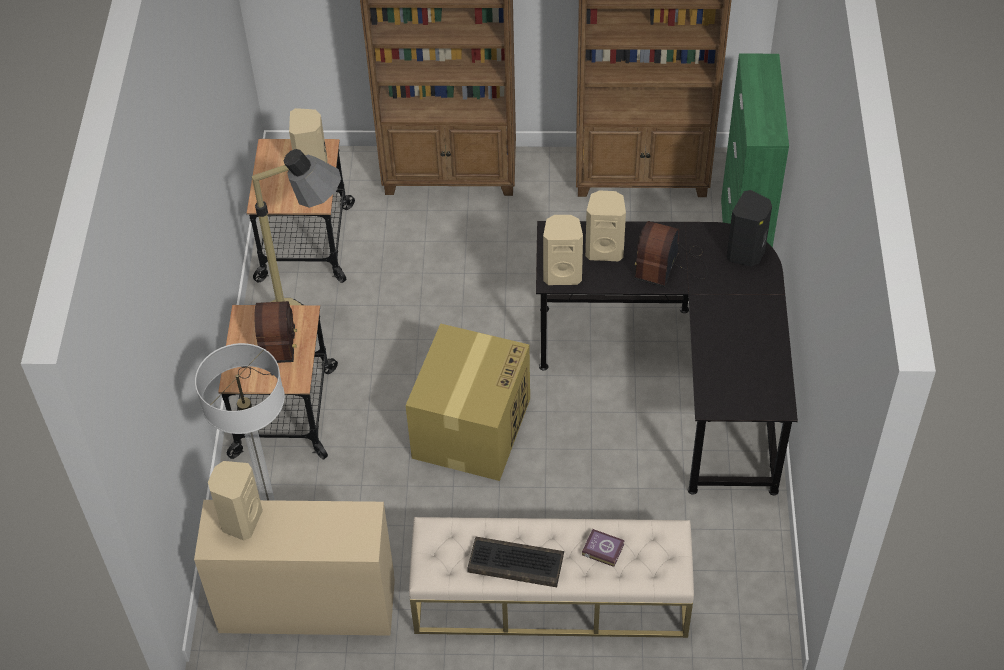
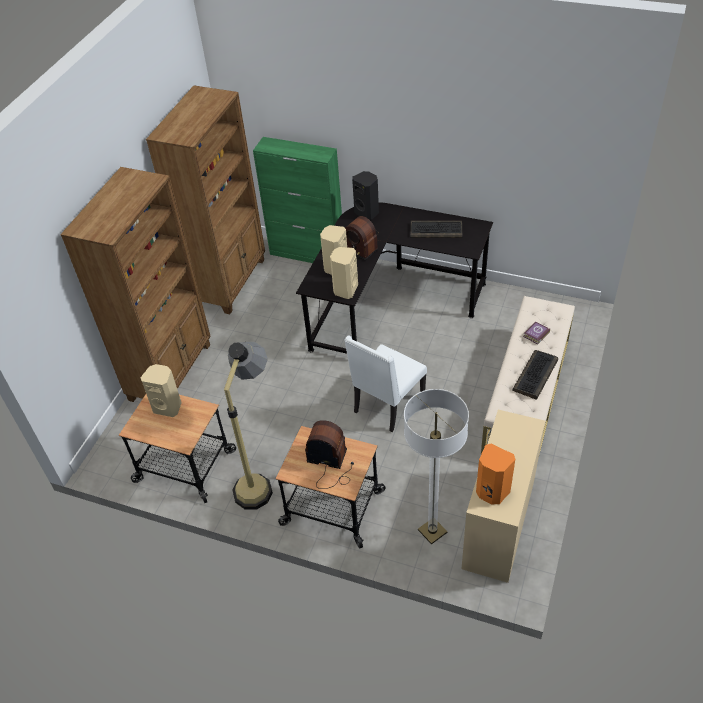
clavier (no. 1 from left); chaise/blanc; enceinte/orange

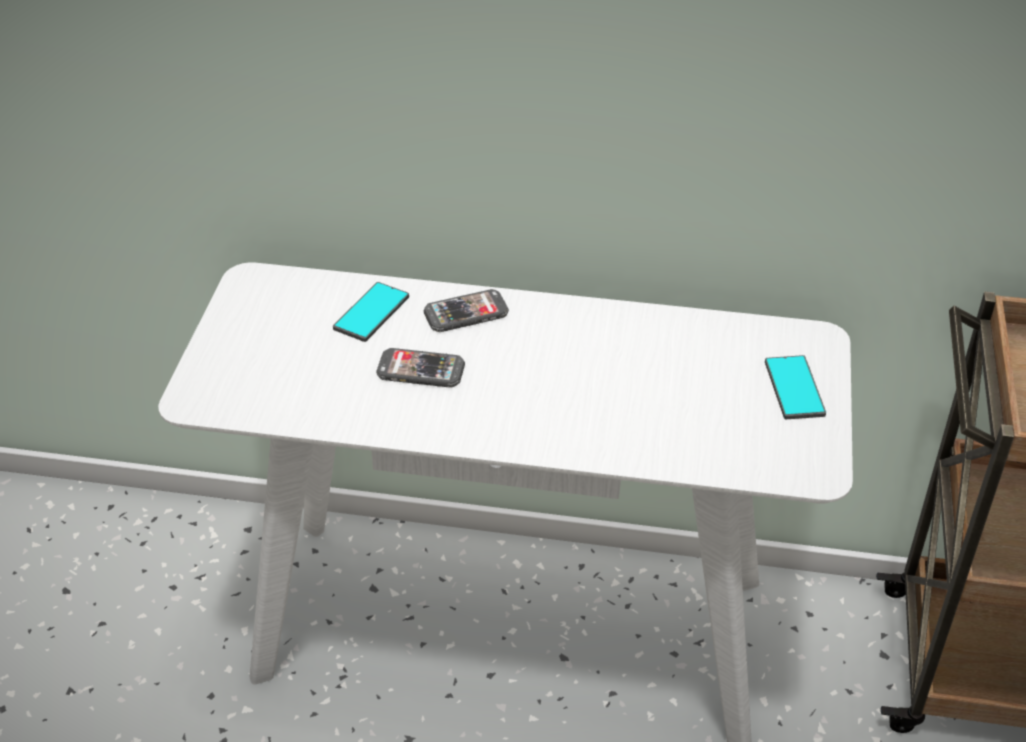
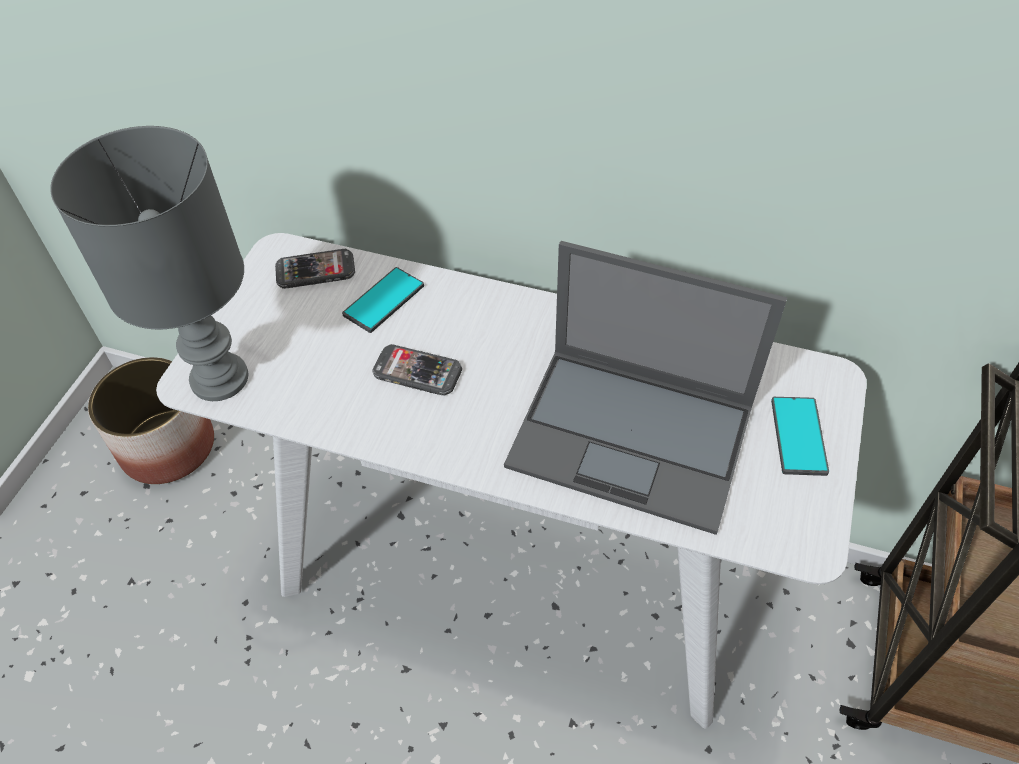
lampe de table/gris; cache-pot; ordinateur portable; téléphone (no. 1 from left)

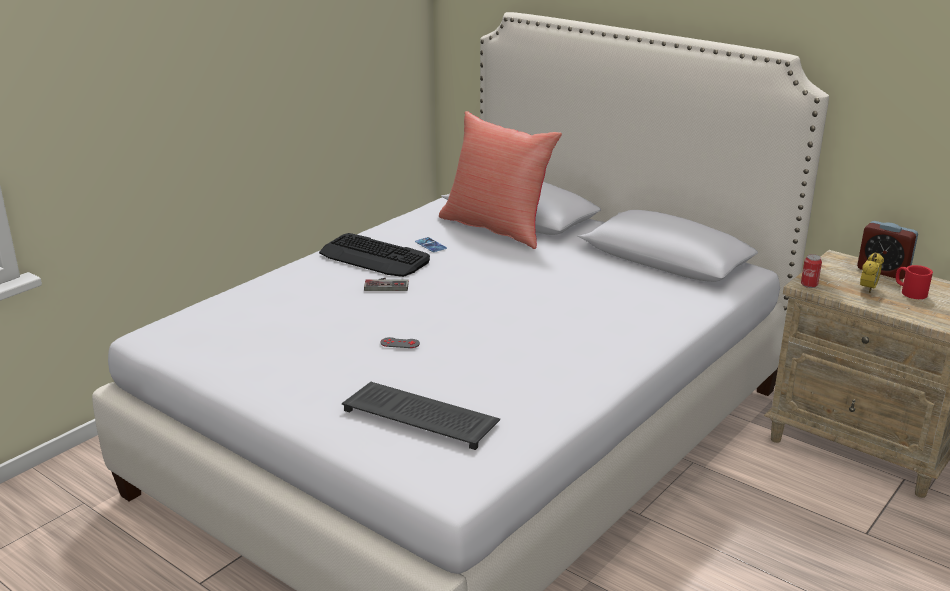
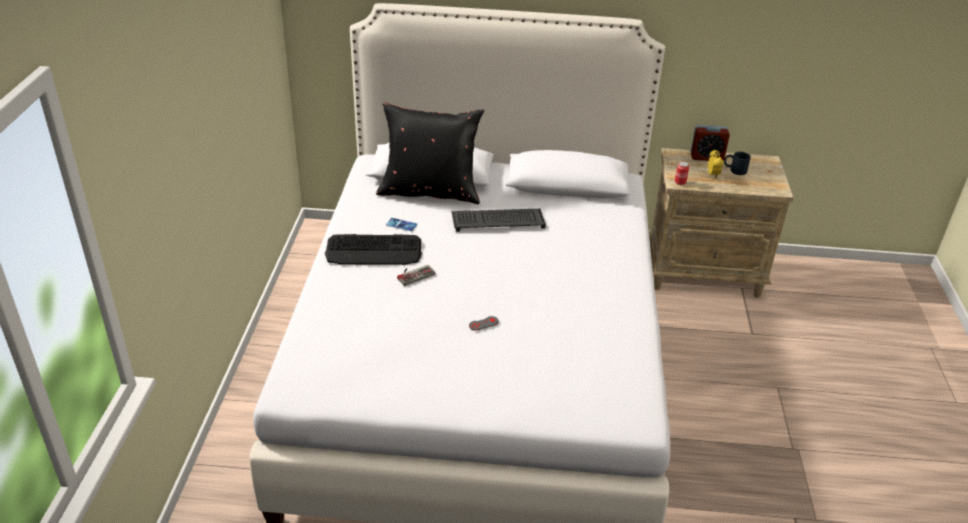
clavier (no. 2 from left); coussin/noir; mug/noir

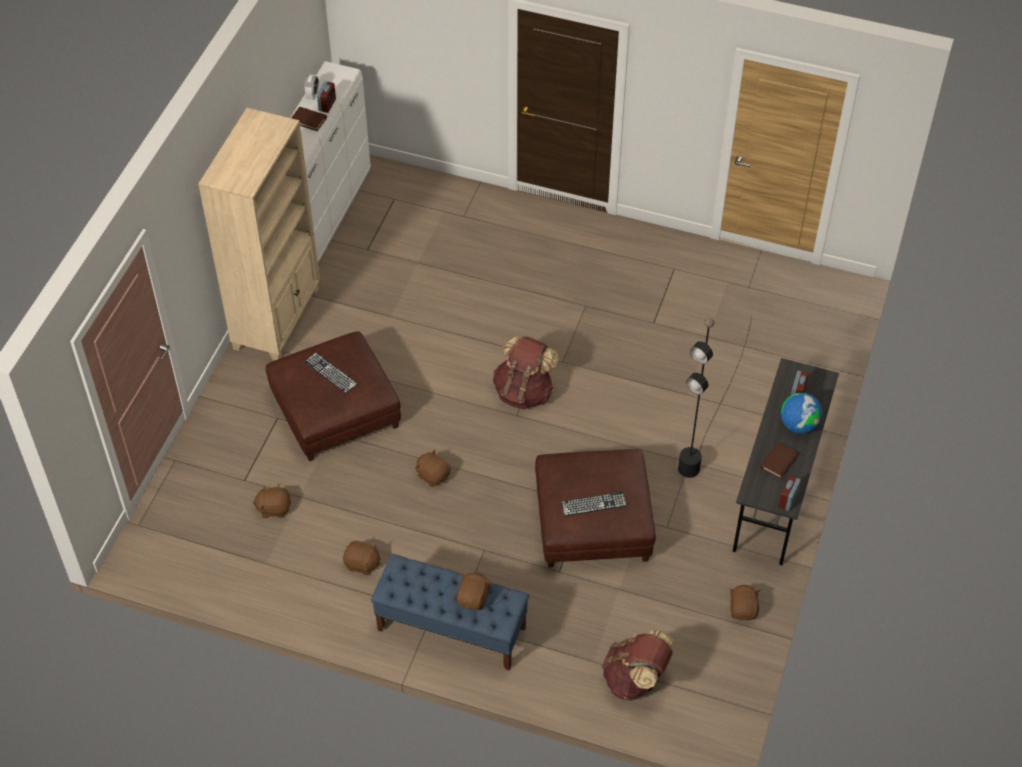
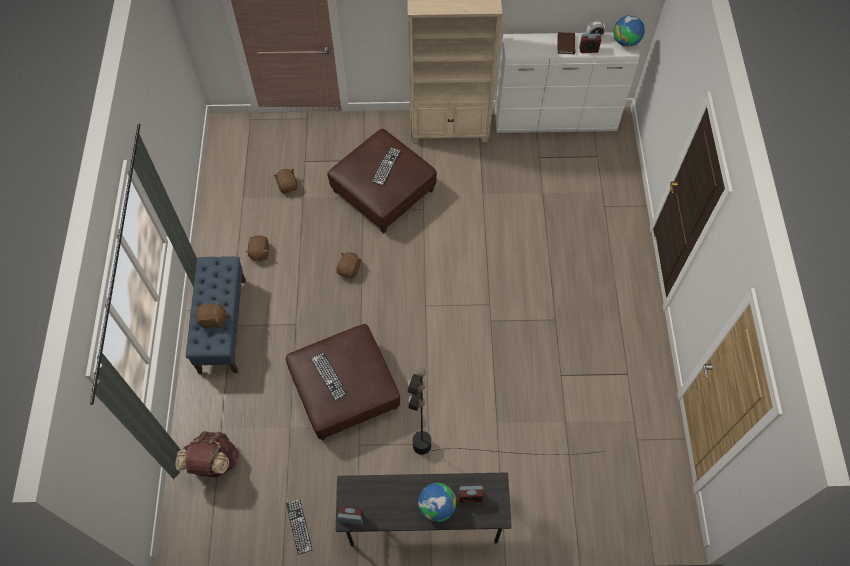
sac à dos/marron (no. 1 from left in the first image); livre/marron (no. 2 from left in the first image); globe (no. 2 from left); clavier (no. 1 from left)

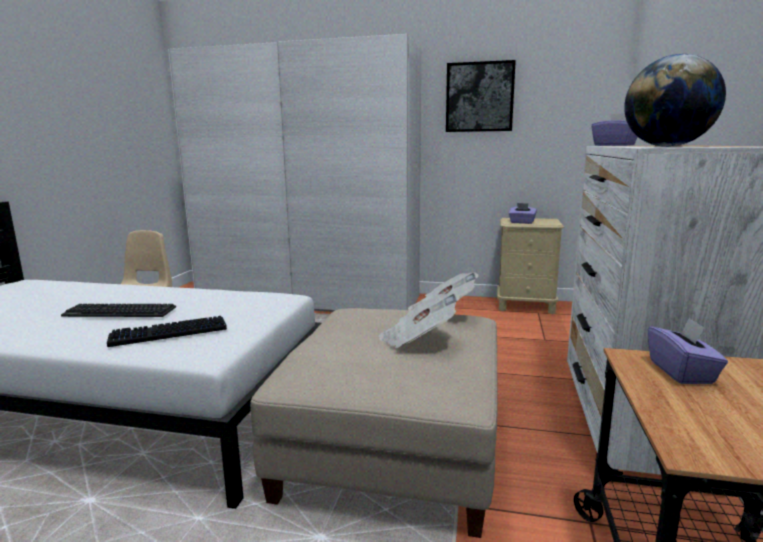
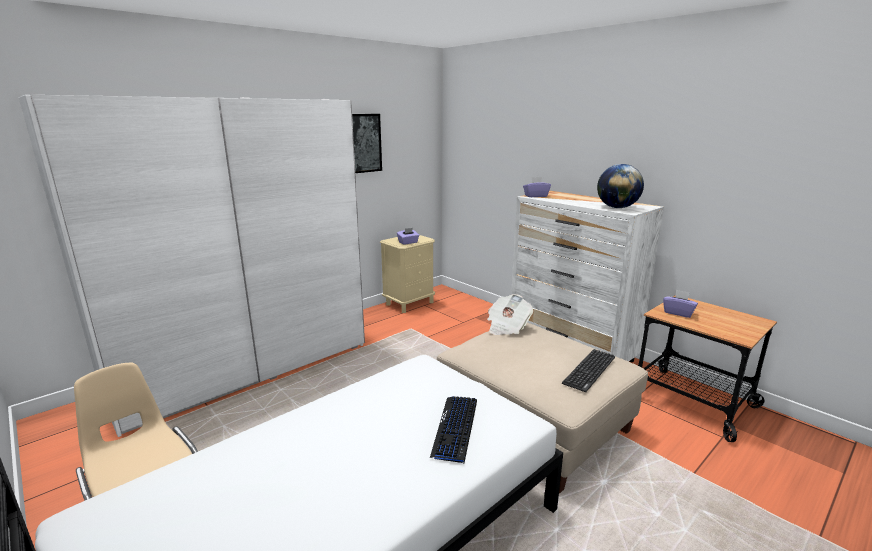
journal (no. 1 from left in the first image); clavier (no. 2 from left)

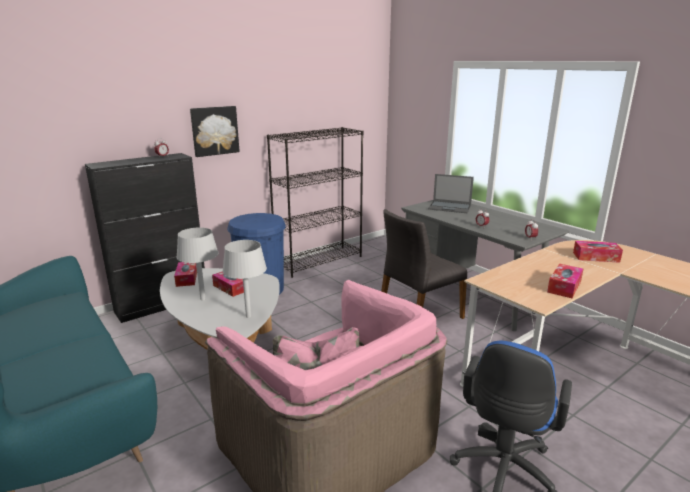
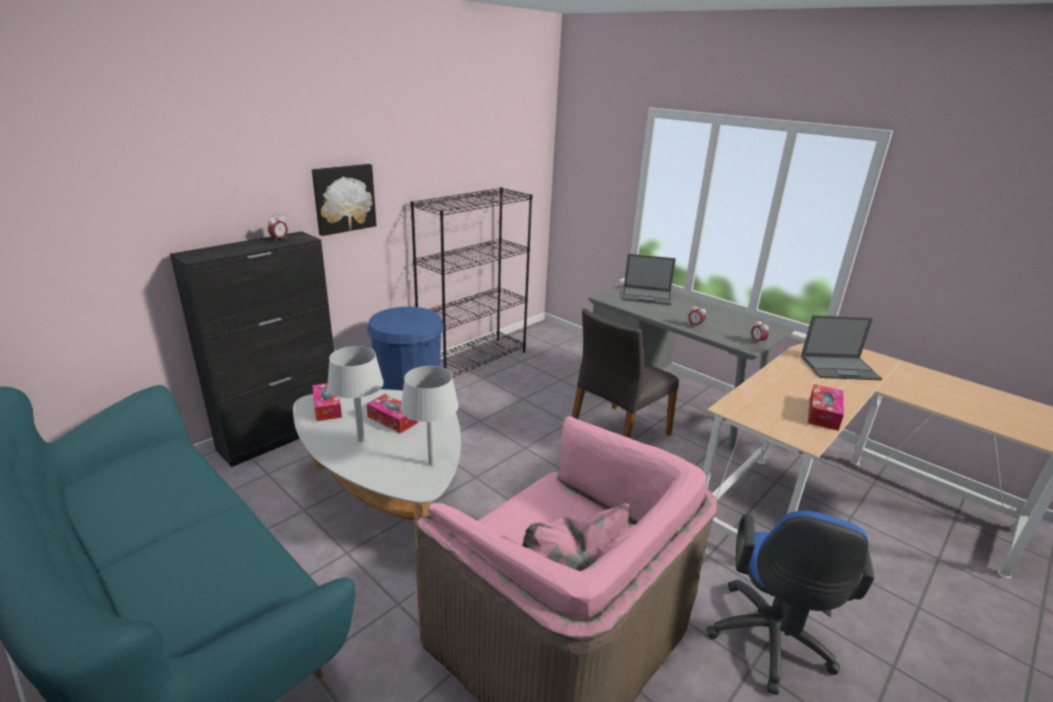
ordinateur portable (no. 2 from left)

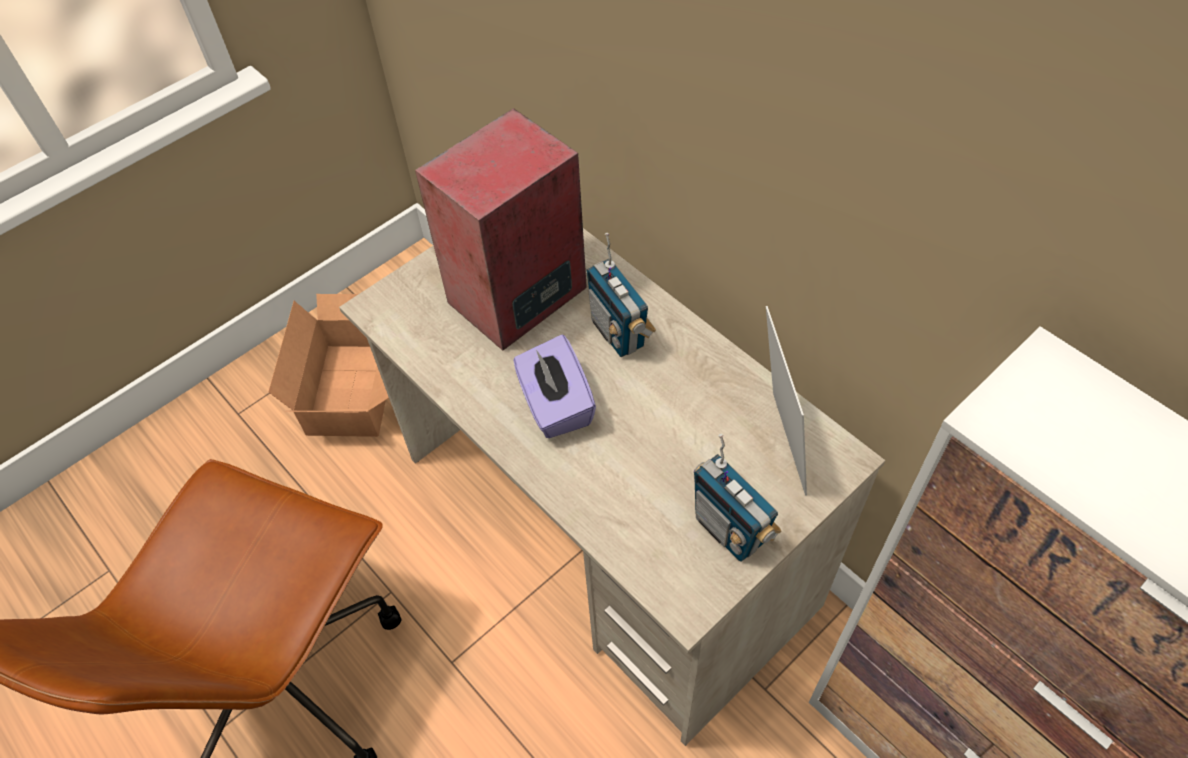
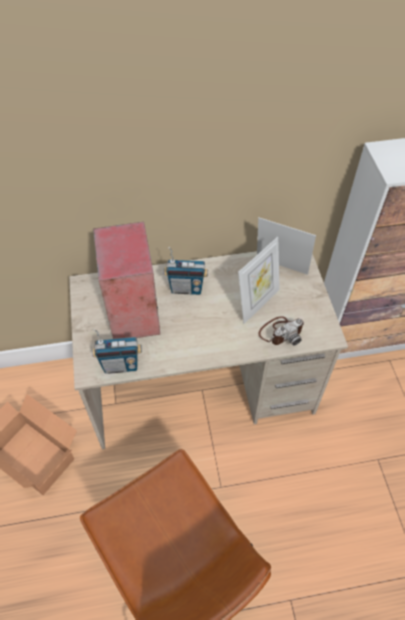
boîte à mouchoirs/violet; cadre photo (no. 1 from left); appareil photo; radio (no. 1 from left)

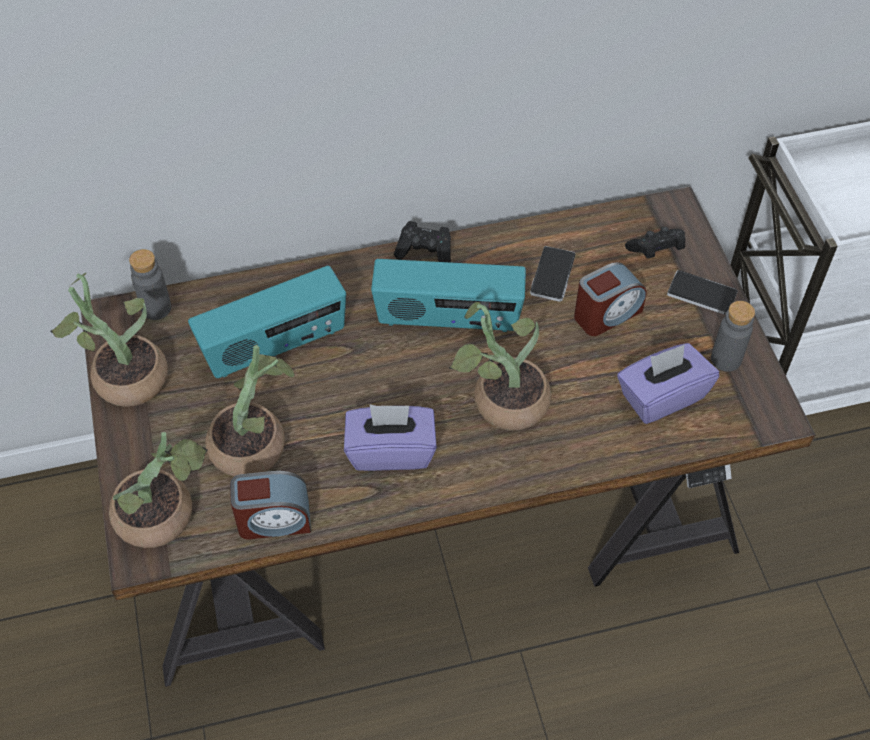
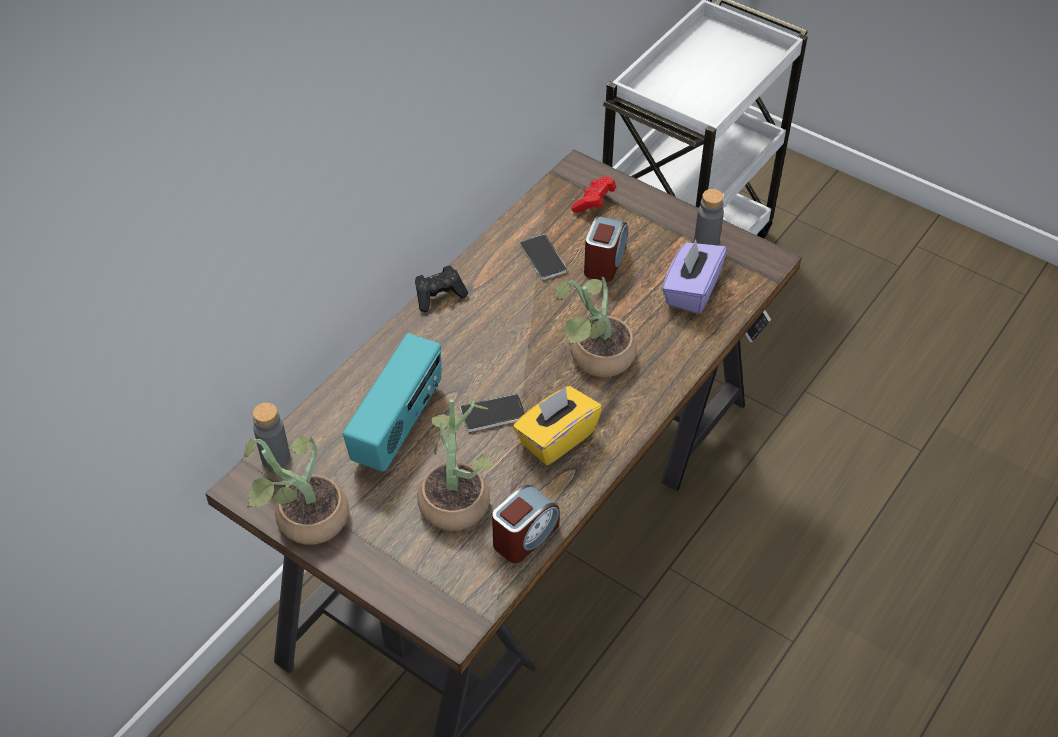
plante en pot (no. 2 from left in the first image); radio (no. 2 from left in the first image); téléphone (no. 1 from left); boîte à mouchoirs/jaune; manette/rouge

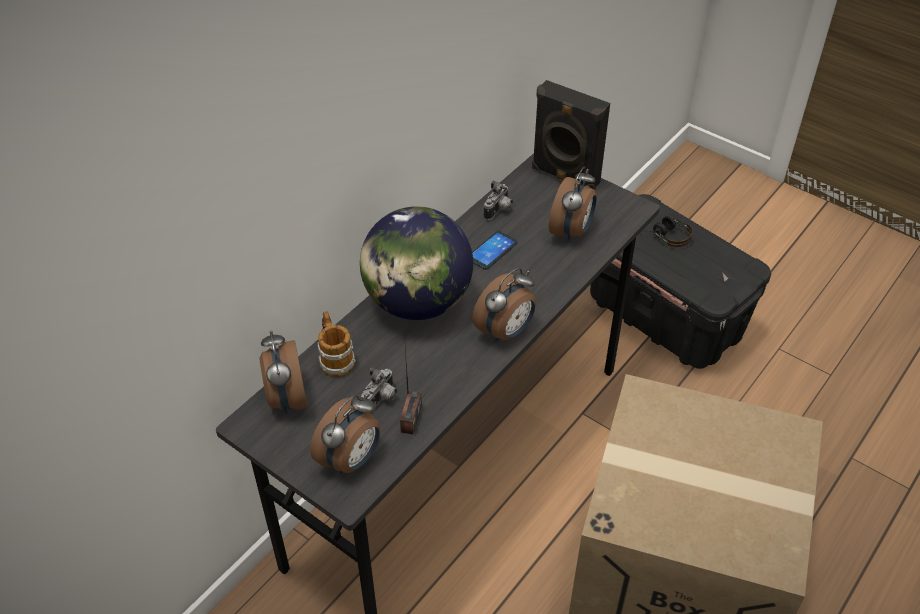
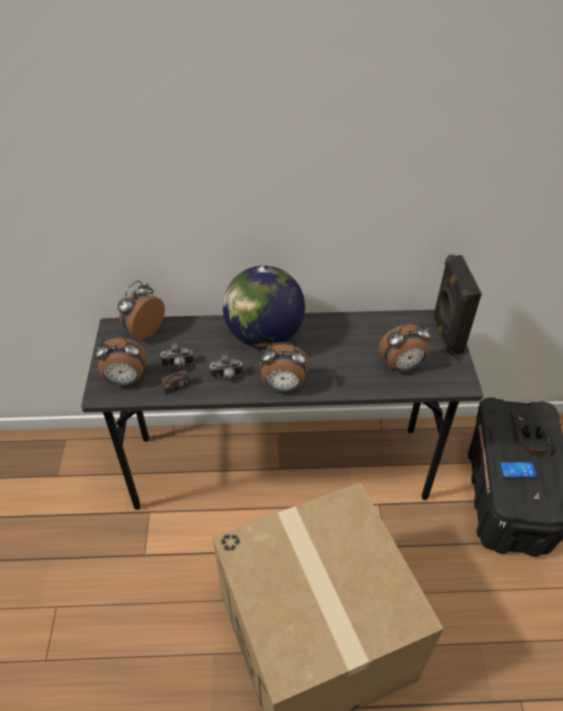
mug; téléphone; appareil photo (no. 2 from left)

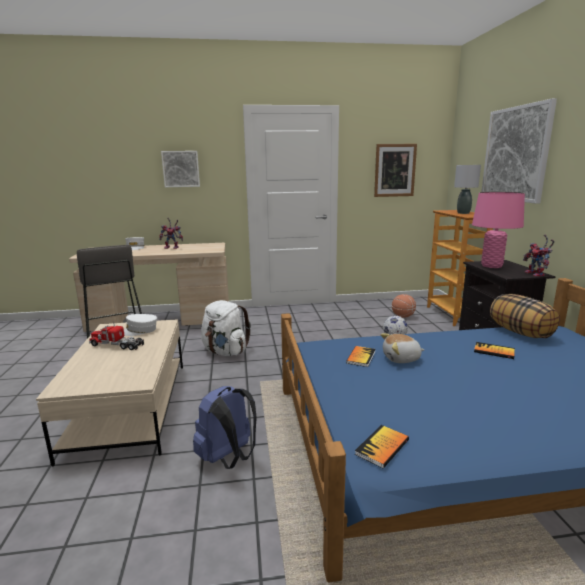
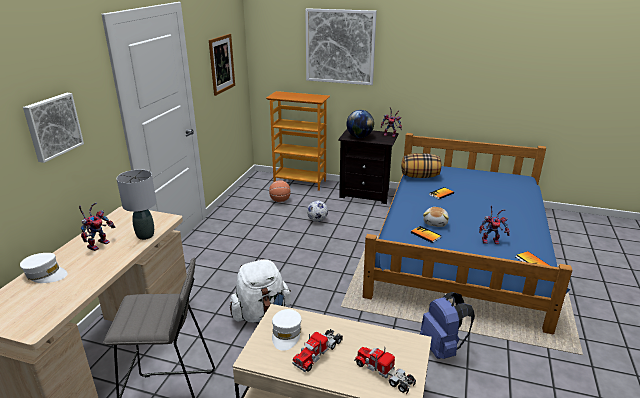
camion jouet (no. 2 from left); robot jouet (no. 3 from left); lampe de table/gris; globe

